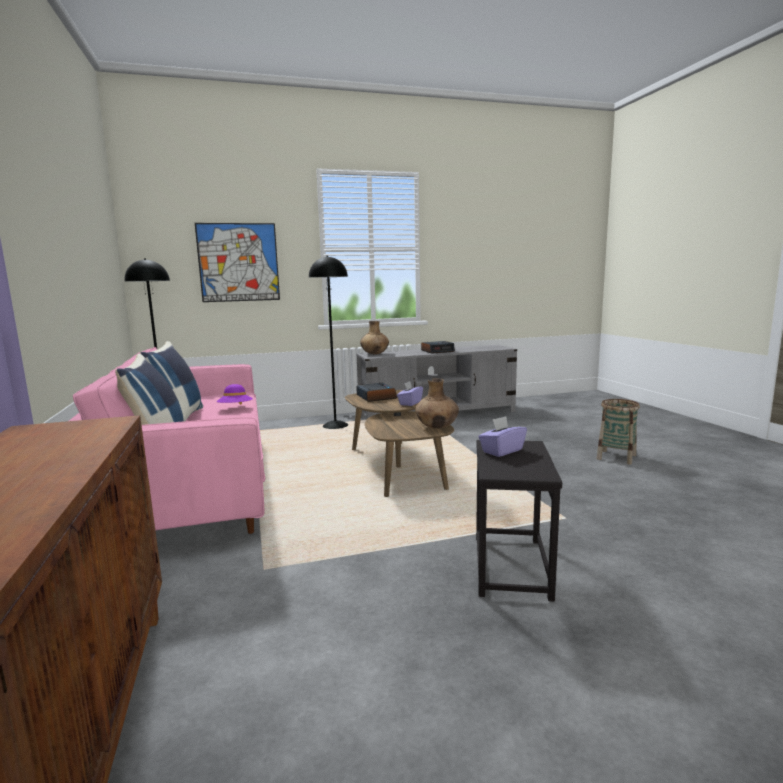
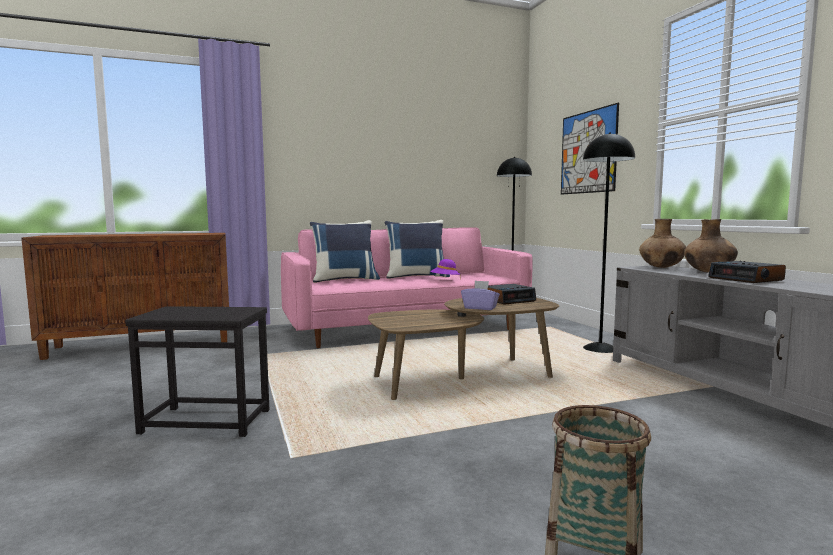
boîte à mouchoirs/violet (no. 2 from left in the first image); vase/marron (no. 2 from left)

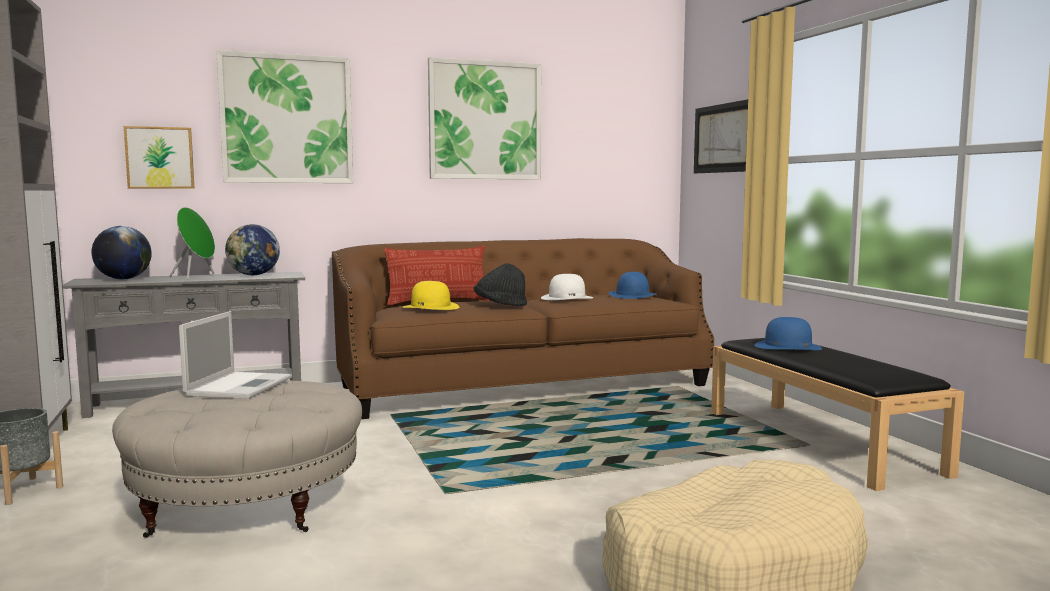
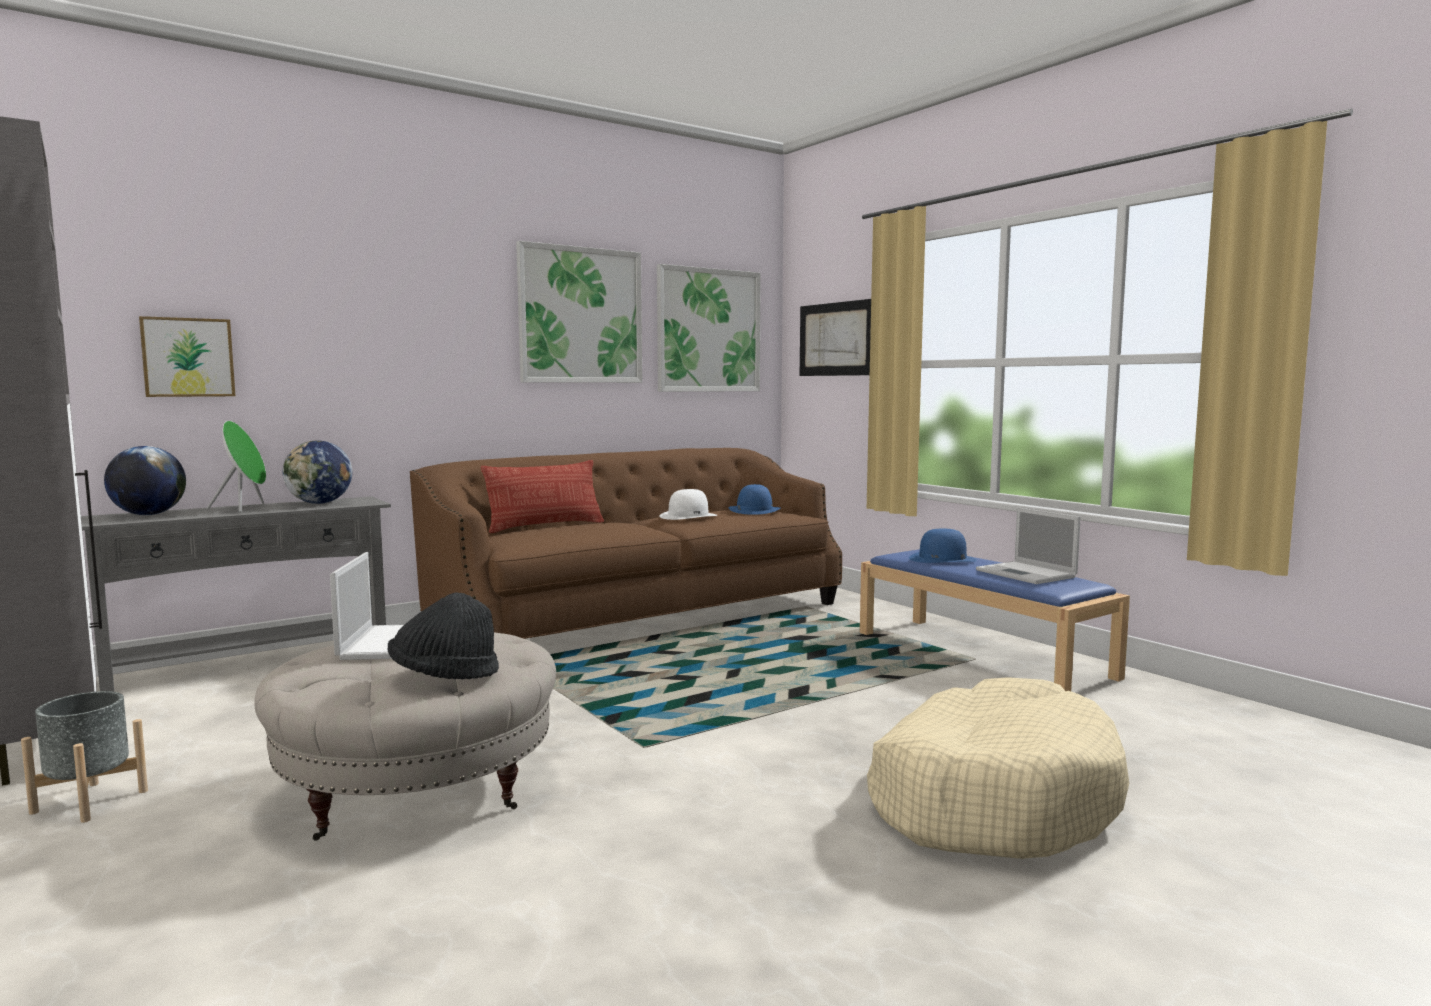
chapeau/jaune; ordinateur portable (no. 2 from left); tableau (no. 3 from left); chapeau/noir; banc/bleu

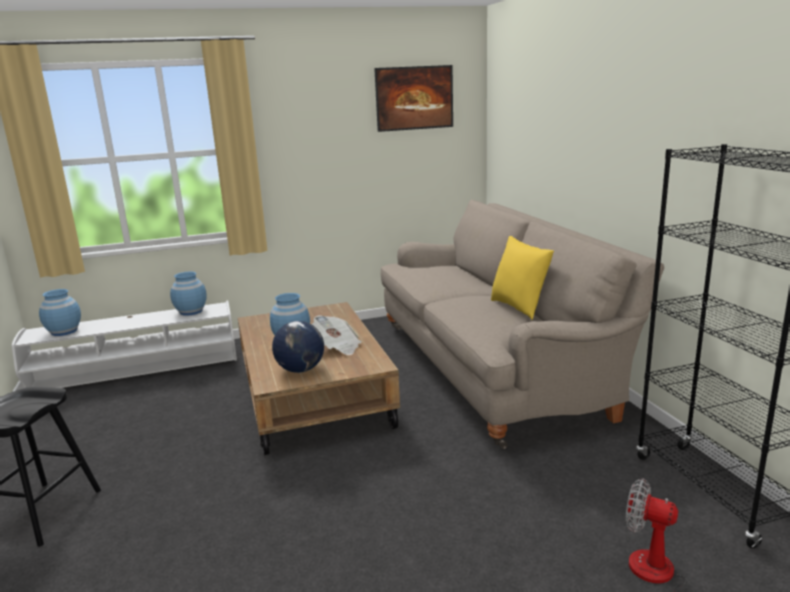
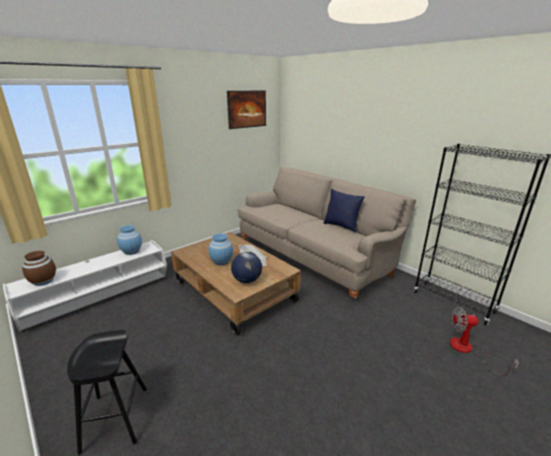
vase/marron; coussin/bleu

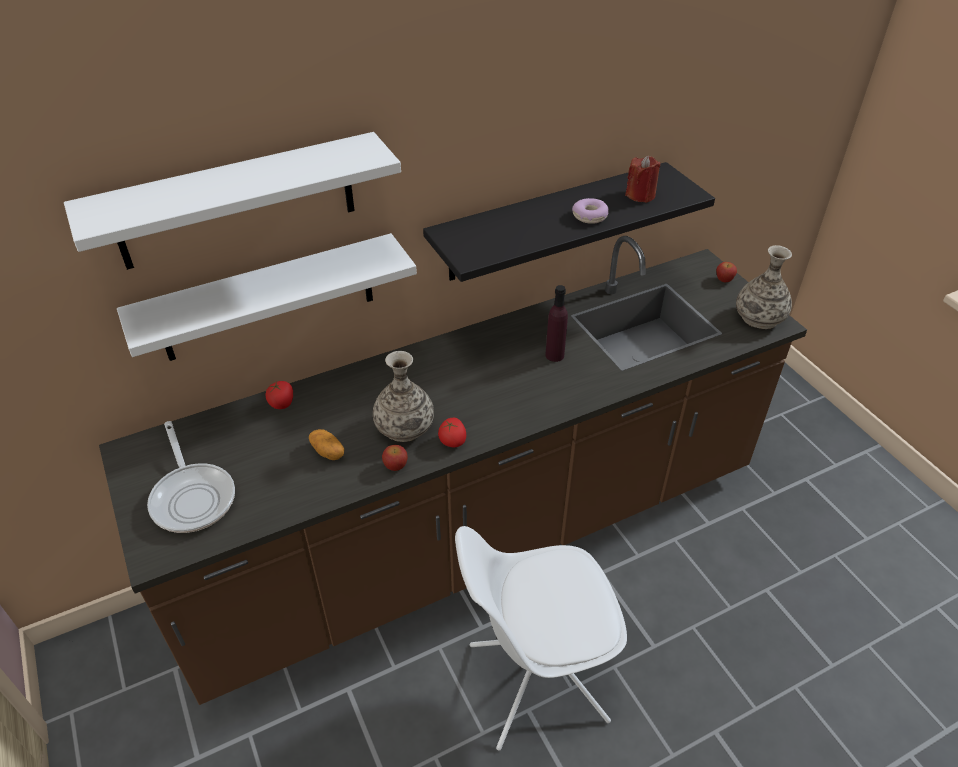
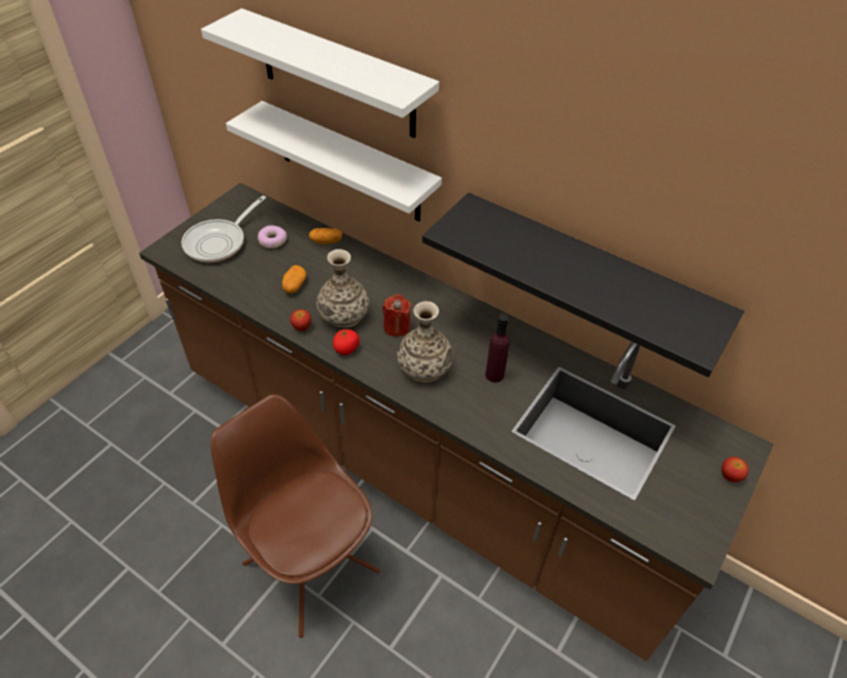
beignet; bougie/rouge; vase (no. 2 from left); pomme de terre (no. 2 from left); chaise/marron

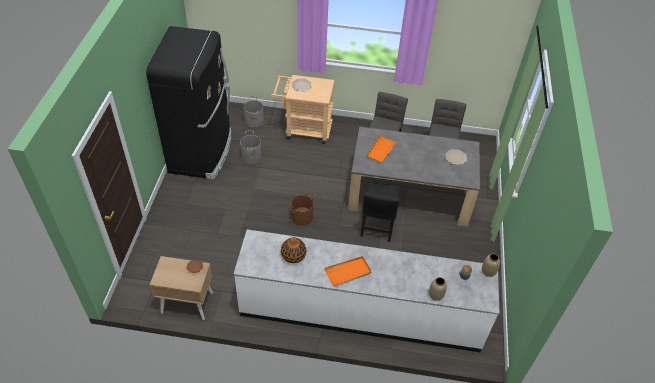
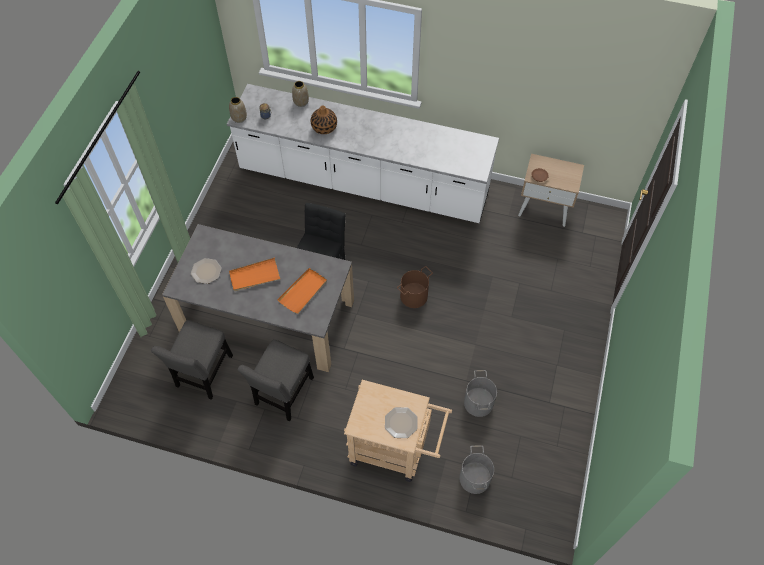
réfrigérateur/noir; vase (no. 3 from left); plateau/orange (no. 1 from left)

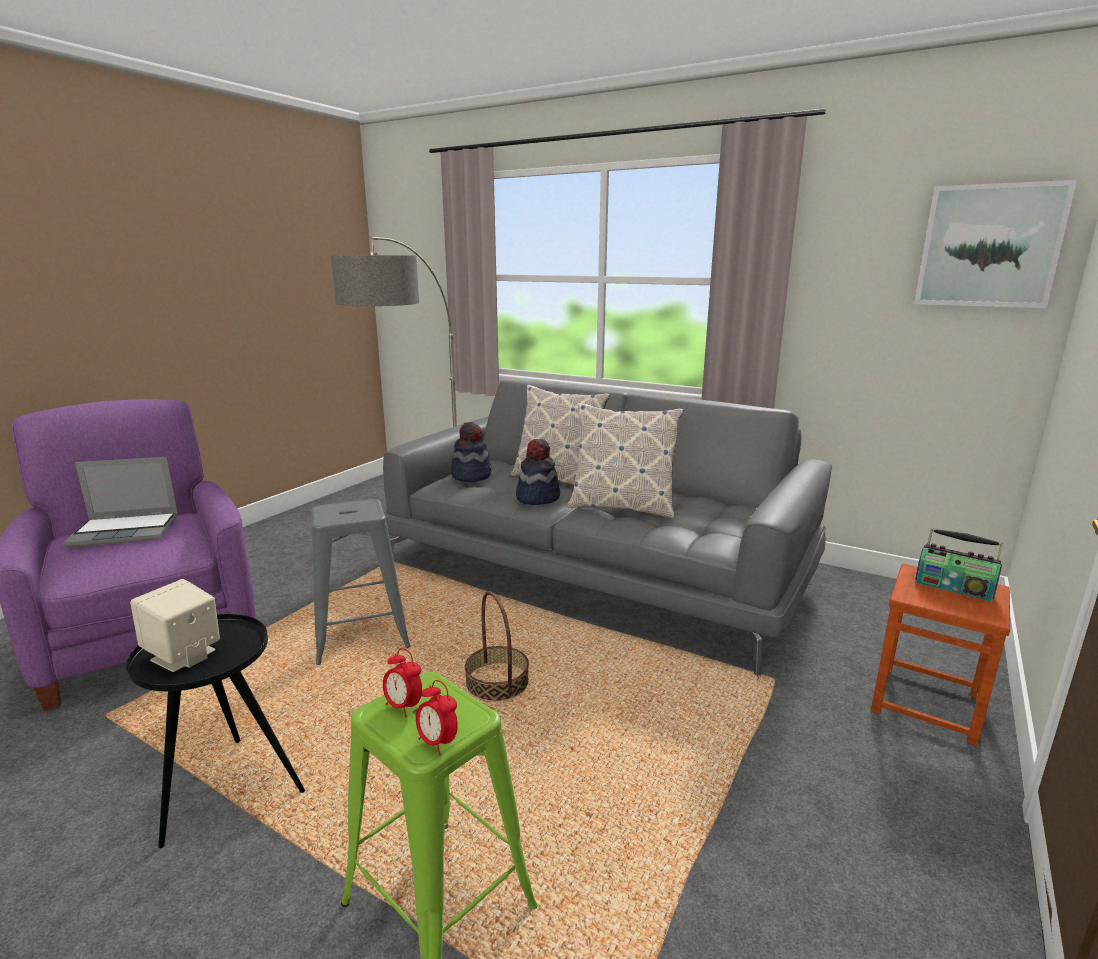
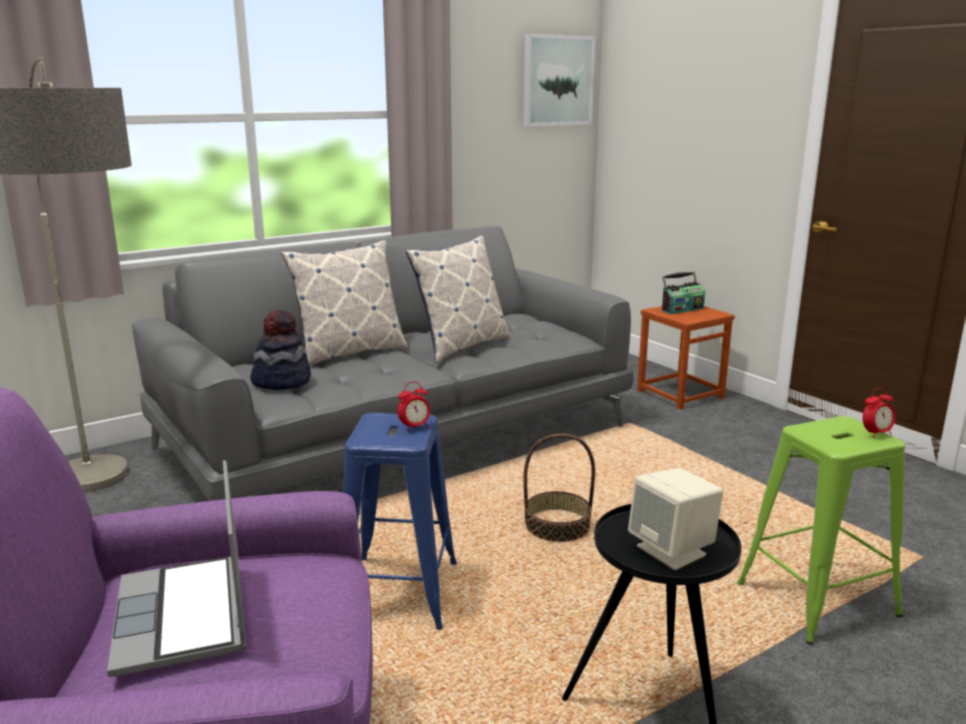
chapeau (no. 2 from left in the first image); réveil (no. 1 from left); tabouret/bleu; ordinateur portable

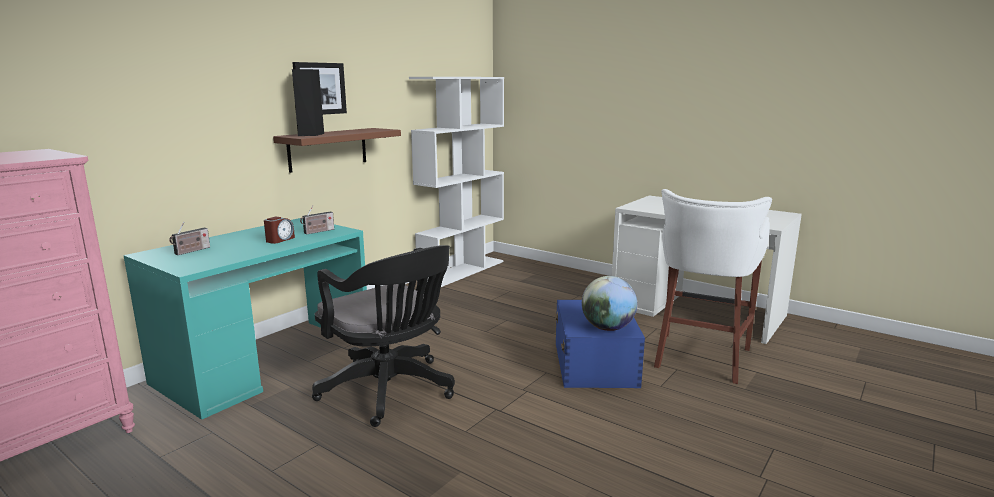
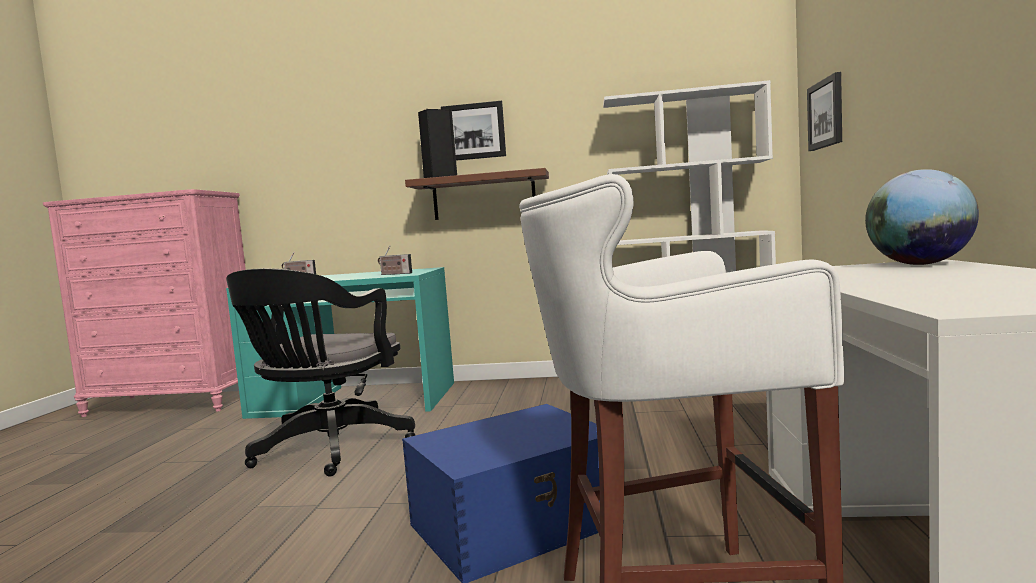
réveil; tableau (no. 2 from left); globe

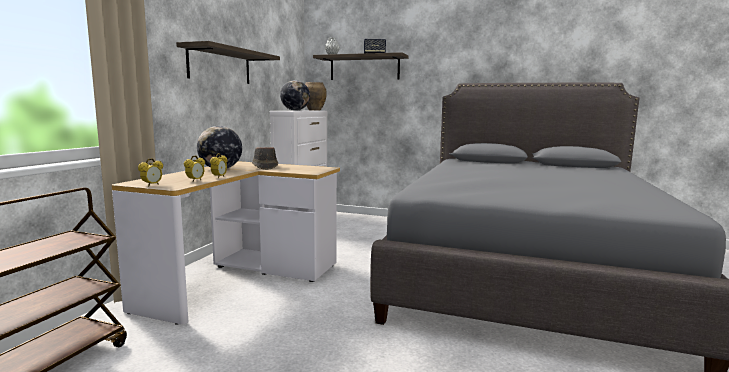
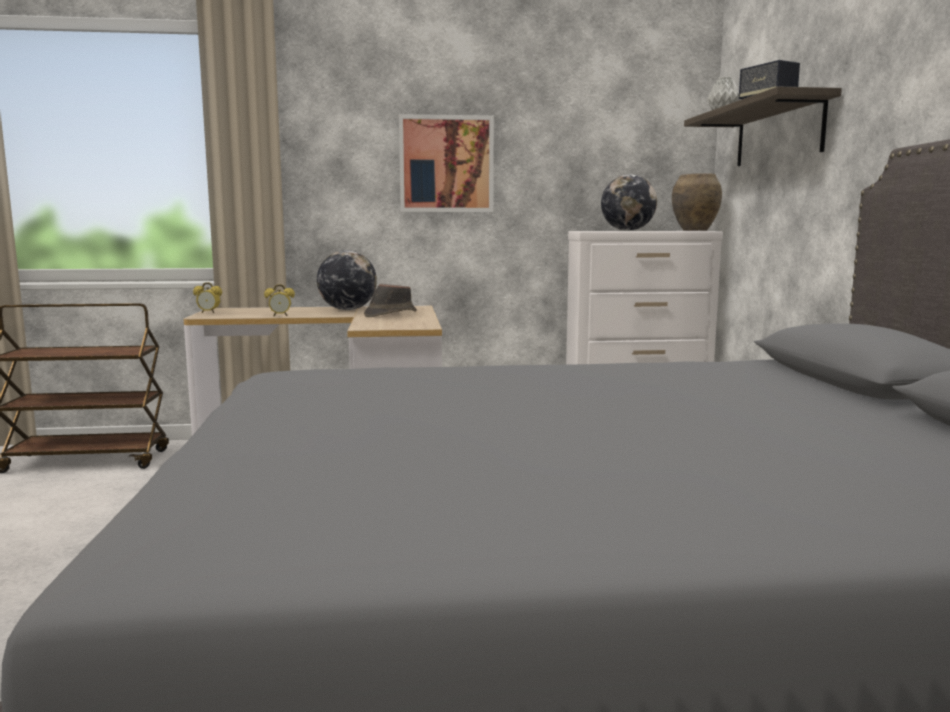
réveil (no. 2 from left in the first image); tableau

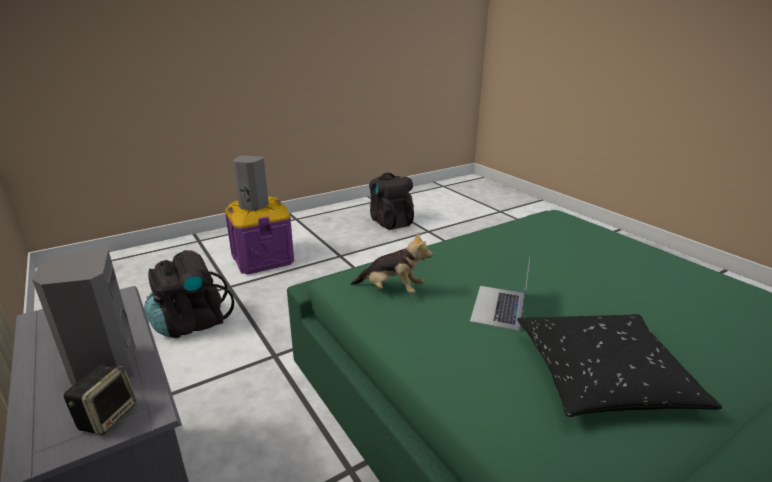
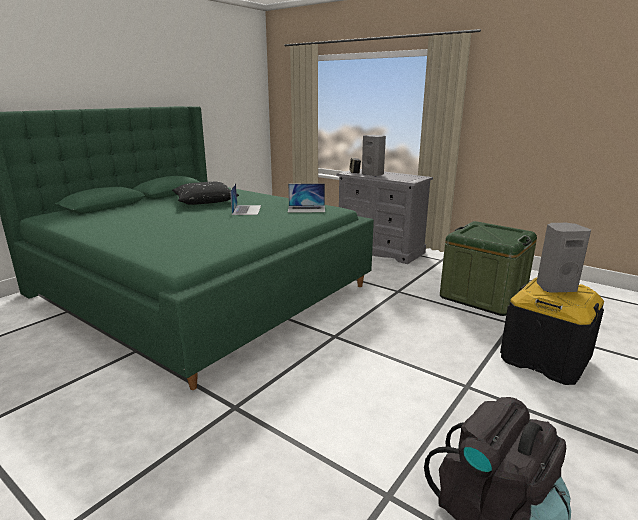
boîte de rangement/vert; ordinateur portable (no. 2 from left); boîte de rangement/noir

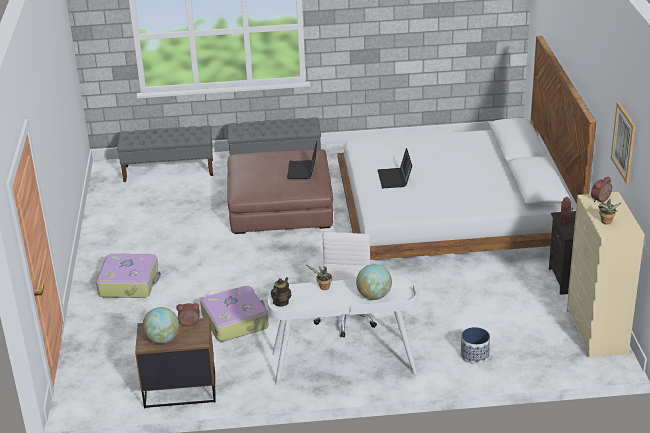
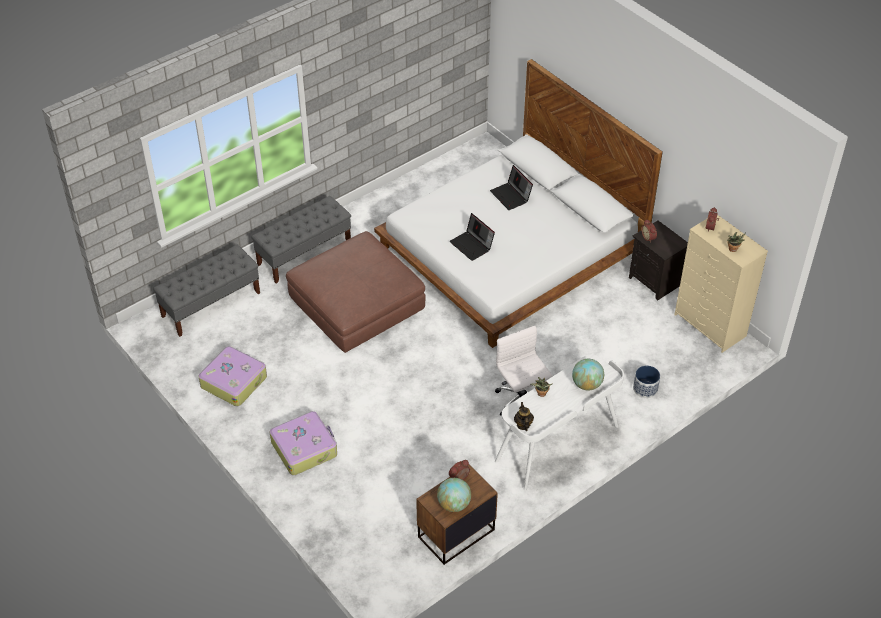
tableau; valise (no. 1 from left); ordinateur portable (no. 2 from left)

